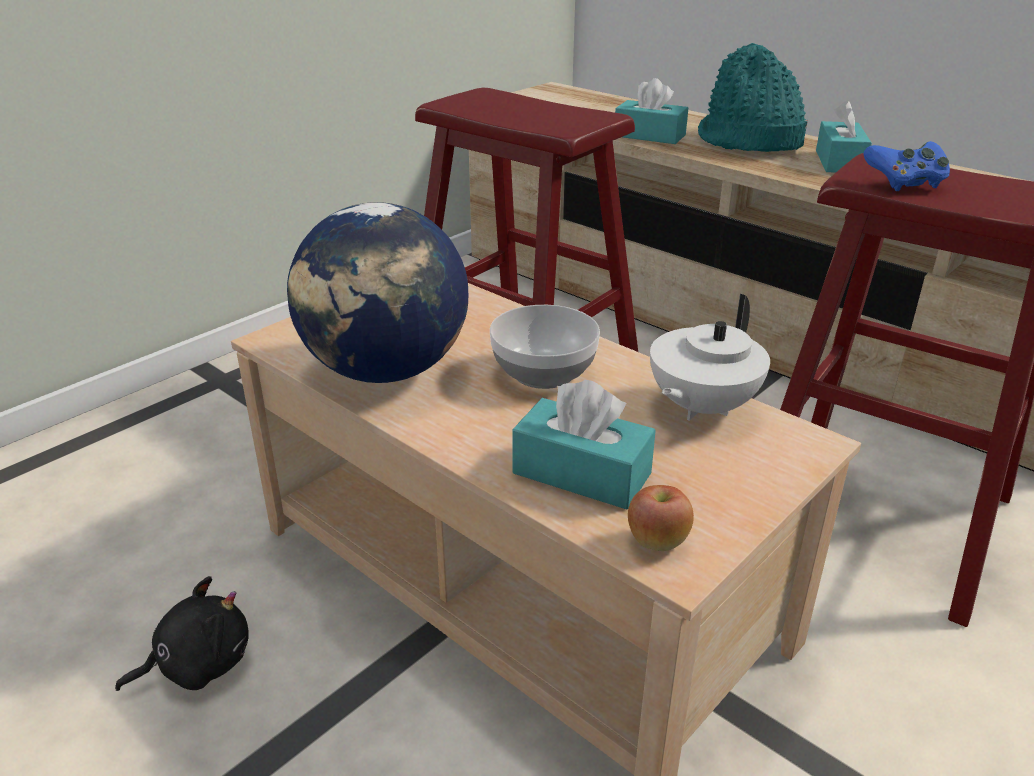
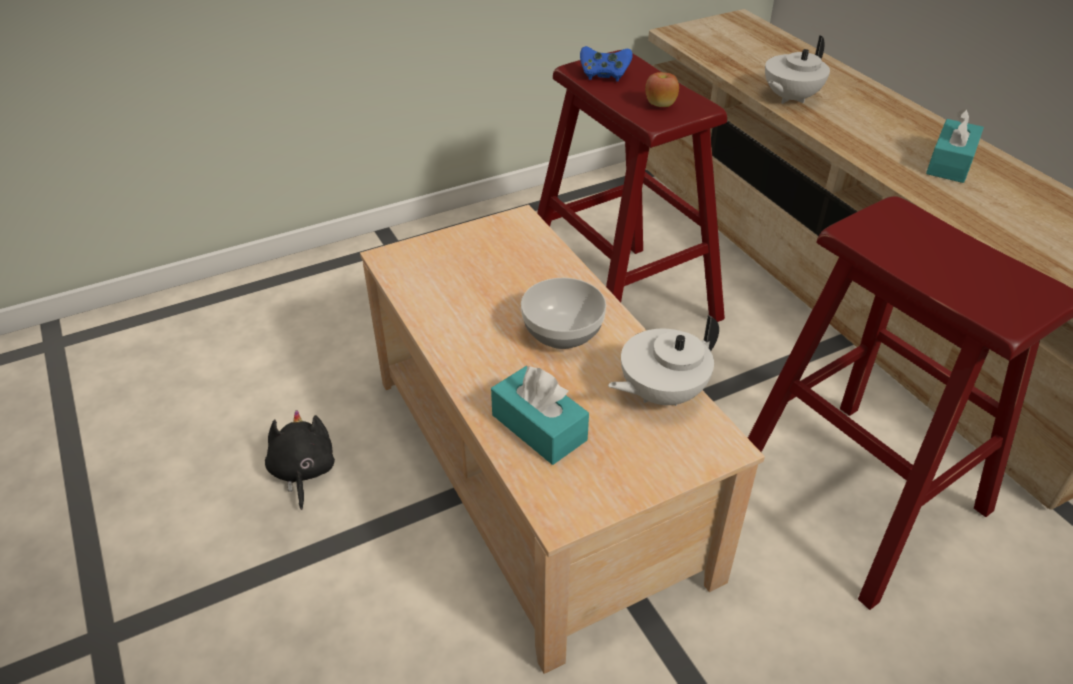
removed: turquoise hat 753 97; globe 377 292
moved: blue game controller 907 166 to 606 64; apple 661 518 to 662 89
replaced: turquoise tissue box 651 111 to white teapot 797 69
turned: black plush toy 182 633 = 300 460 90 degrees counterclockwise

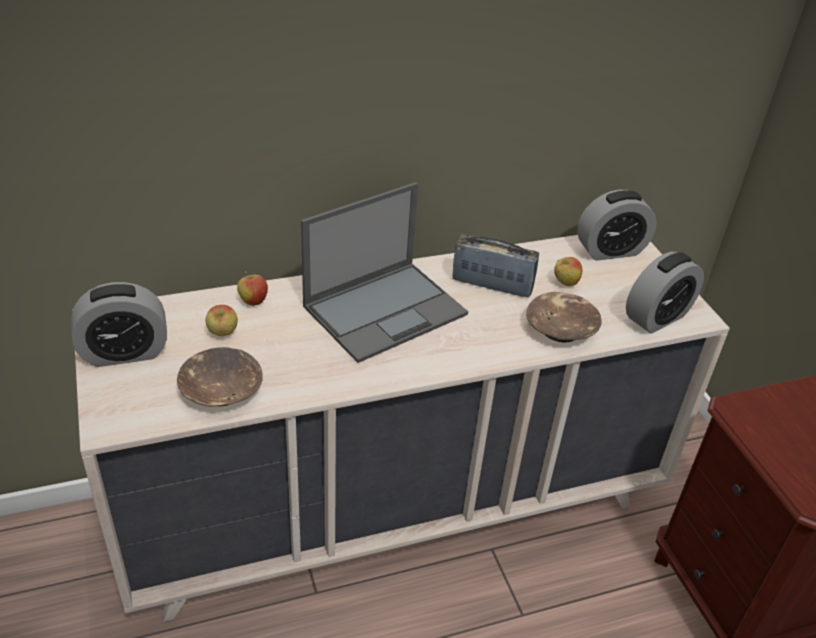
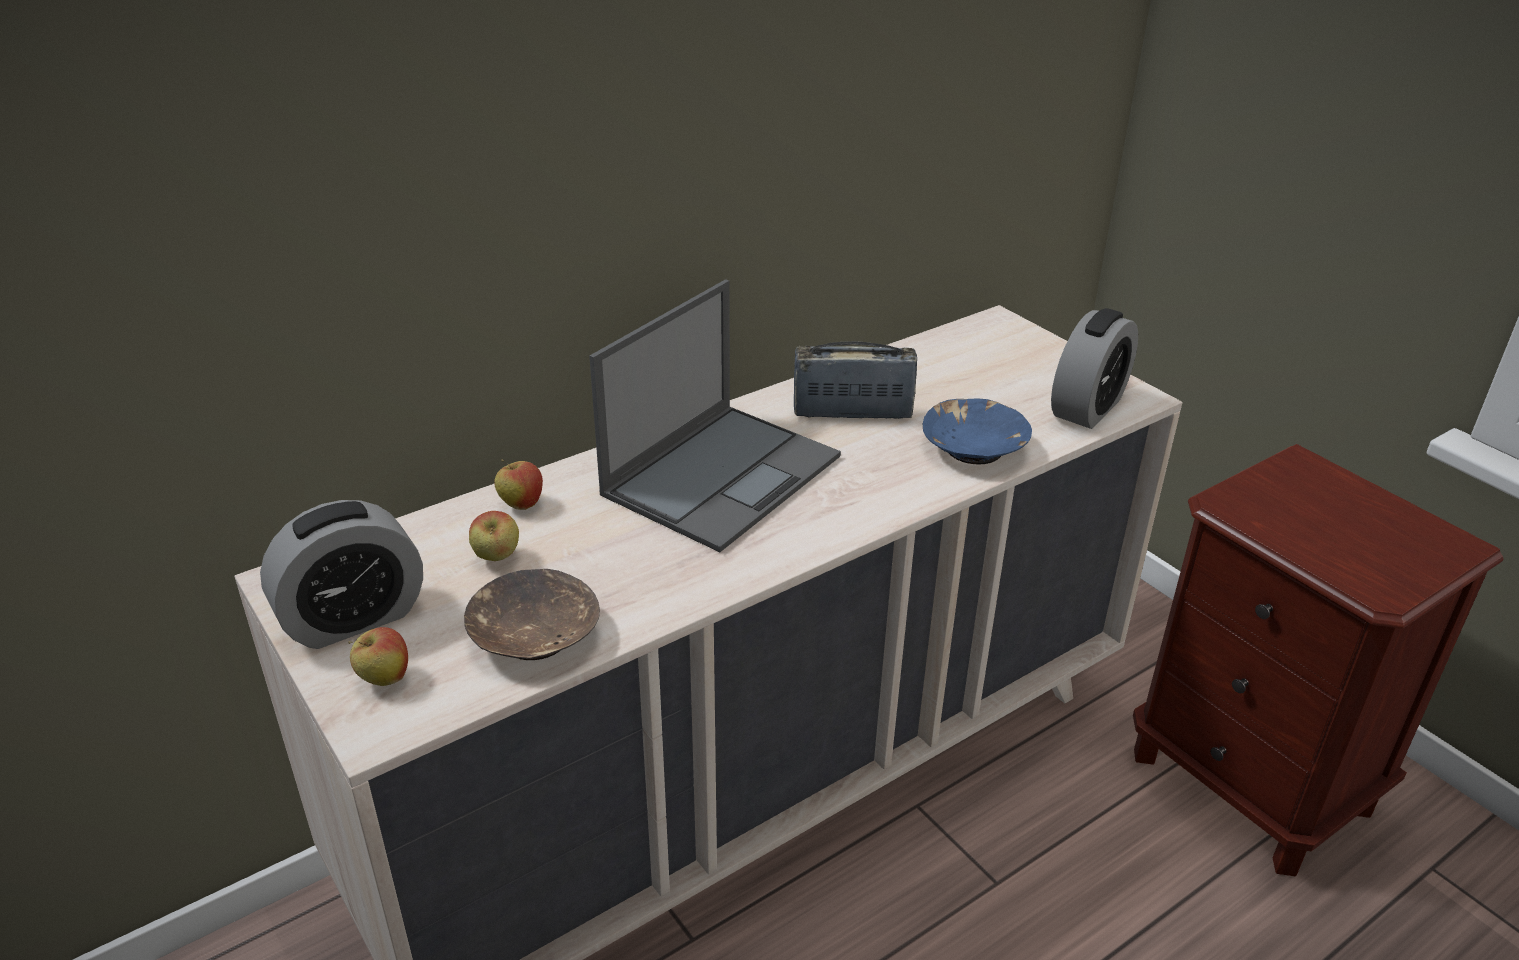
removed: alarm clock 616 225
moved: apple 568 271 to 378 656
recoloured: brown bowl 564 317 to blue bowl 977 431

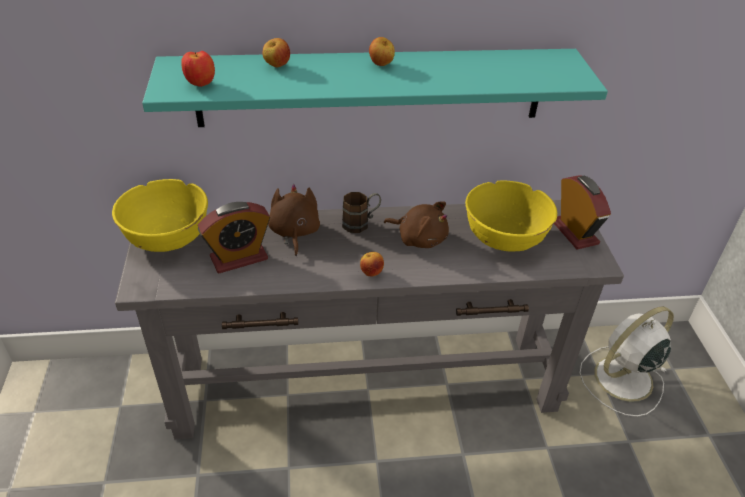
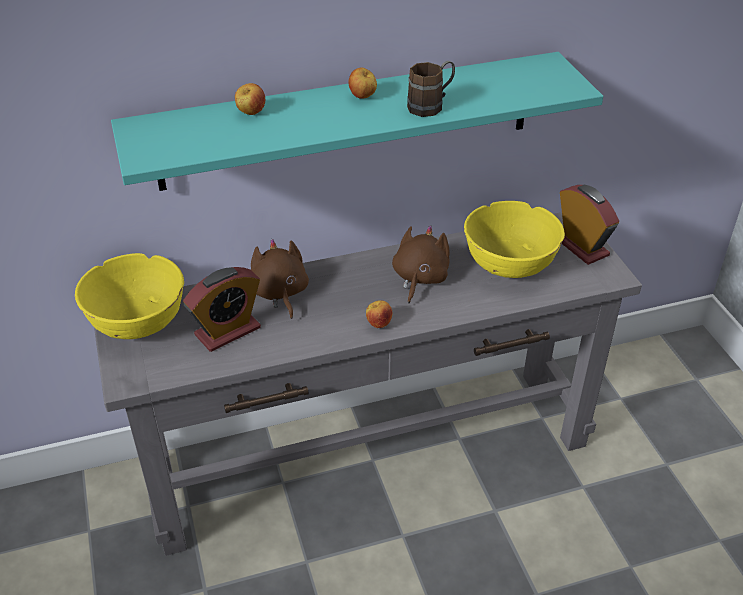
removed: apple 198 69; white fan 626 361
moved: brown mug 361 212 to 431 89
turned: brown plush toy 416 225 = 421 264 90 degrees counterclockwise

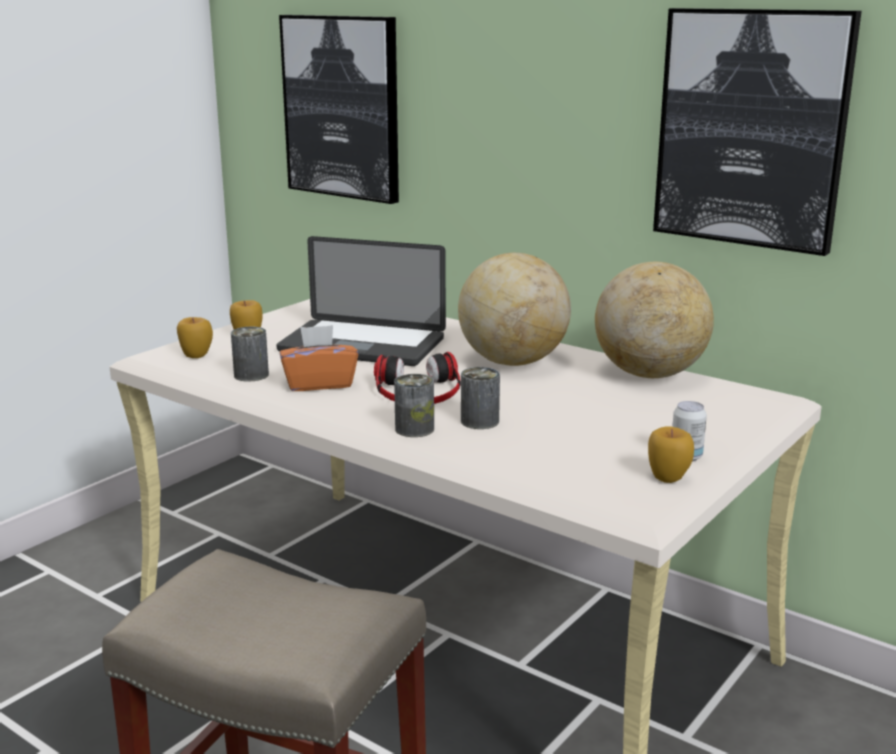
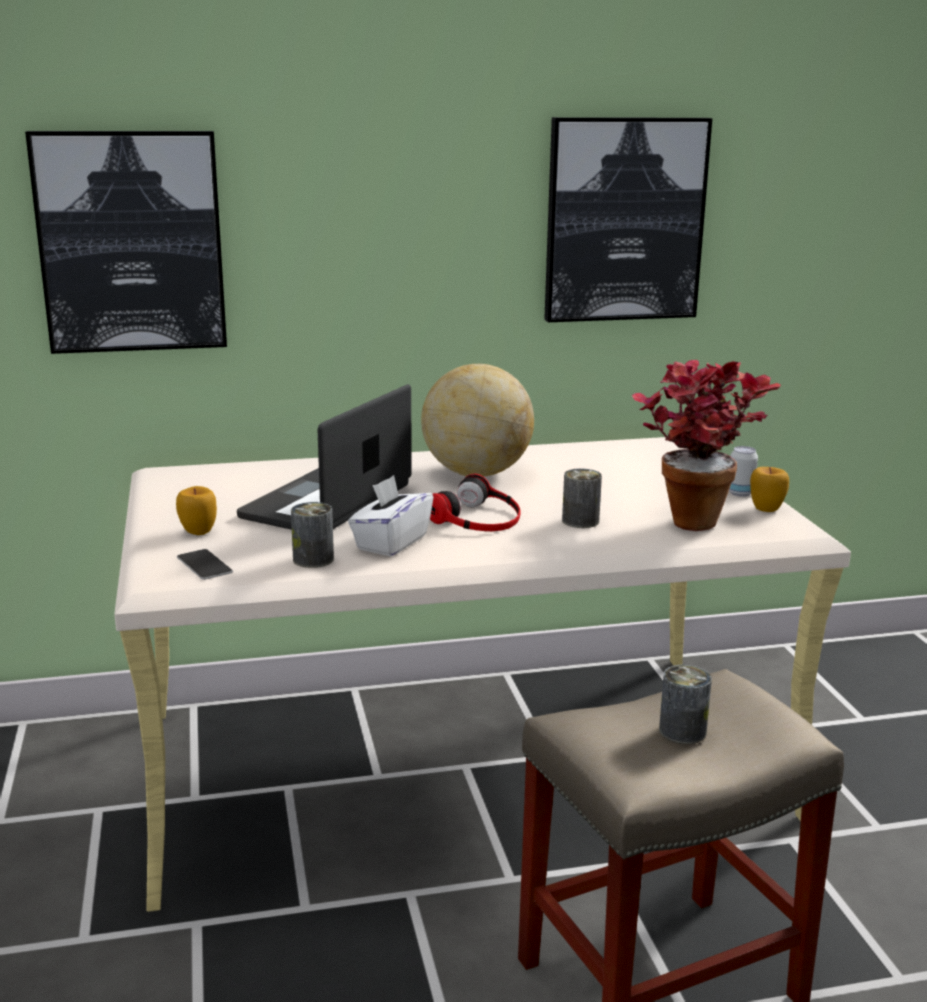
removed: globe 654 320
added: potted plant 706 445
moved: can 414 405 to 685 704
replaced: apple 195 337 to phone 205 564
recoloured: orange tissue box 319 358 to white tissue box 390 516
turned: laptop 361 301 = 324 457 150 degrees clockwise

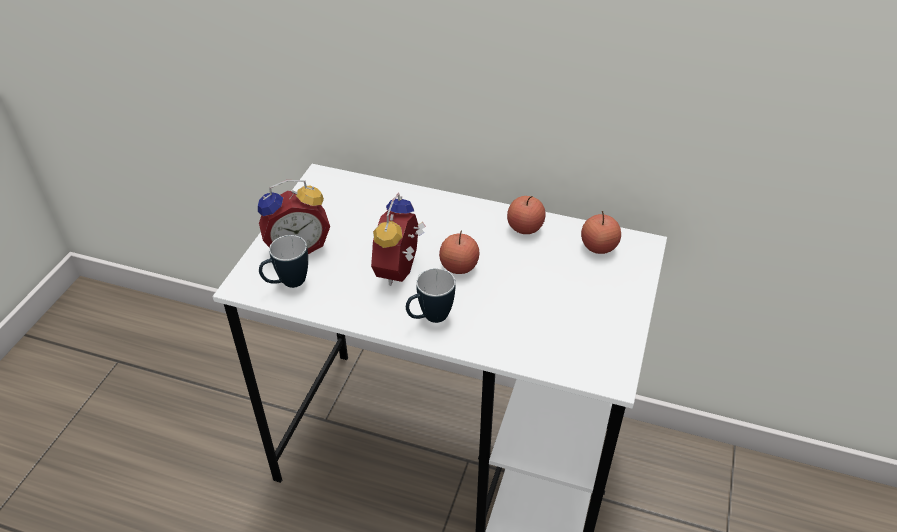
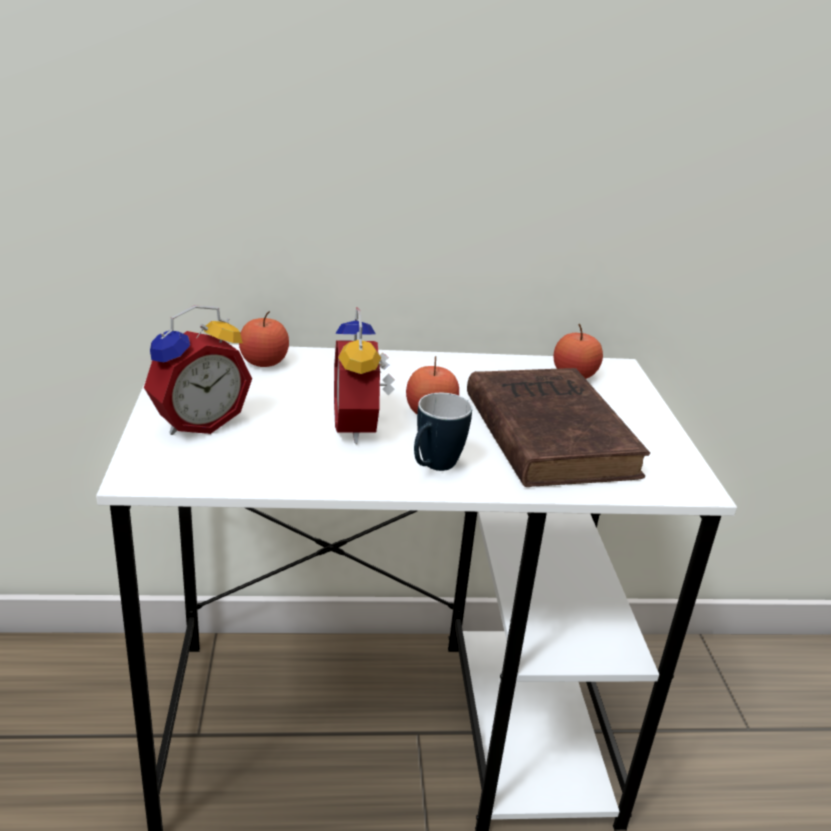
removed: mug 283 261
added: brown book 558 427
moved: apple 526 215 to 264 339

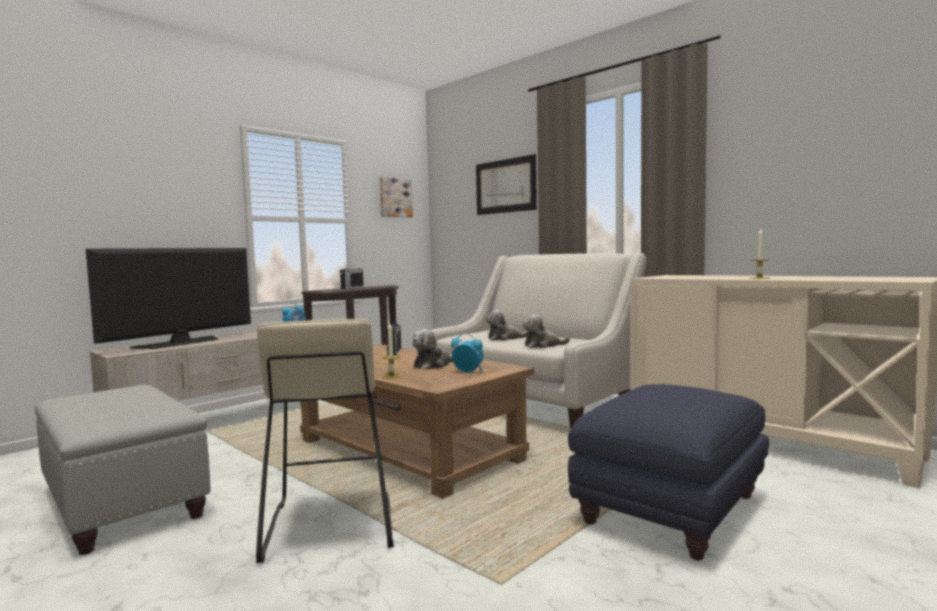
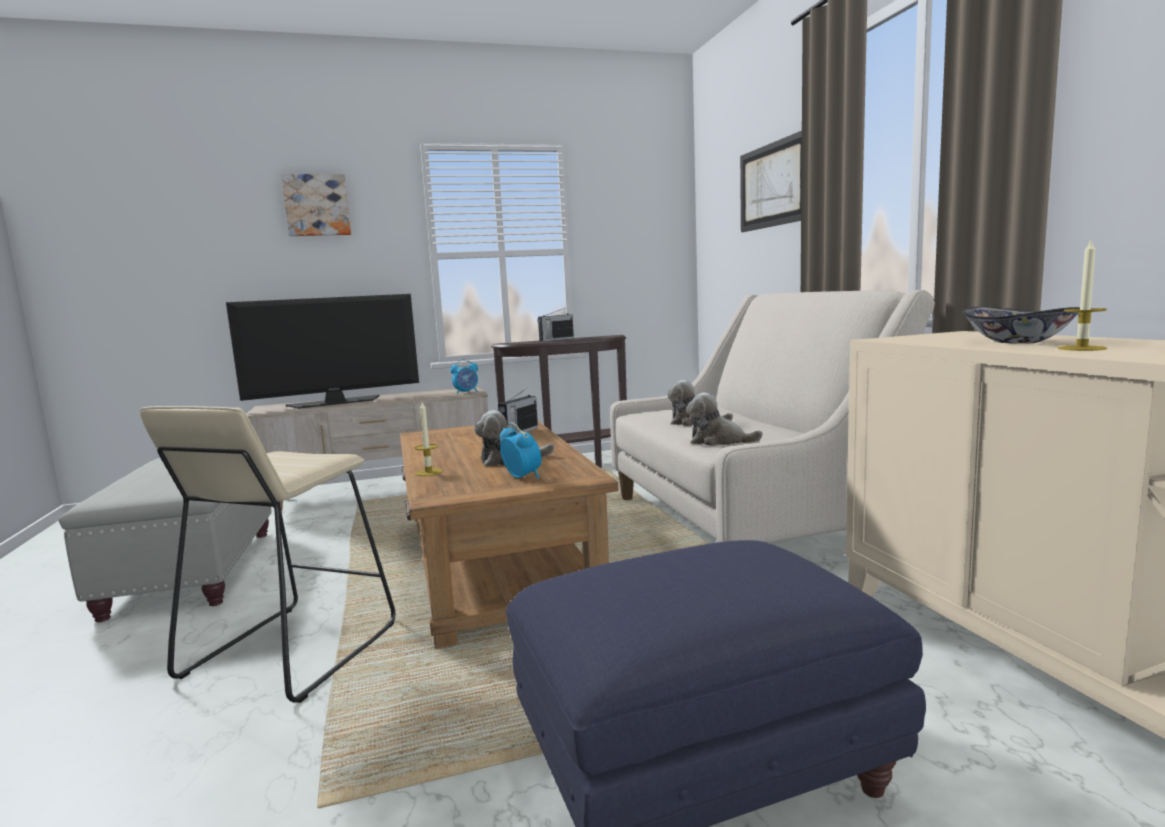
added: bowl 1021 325
moved: picture 396 197 to 316 205

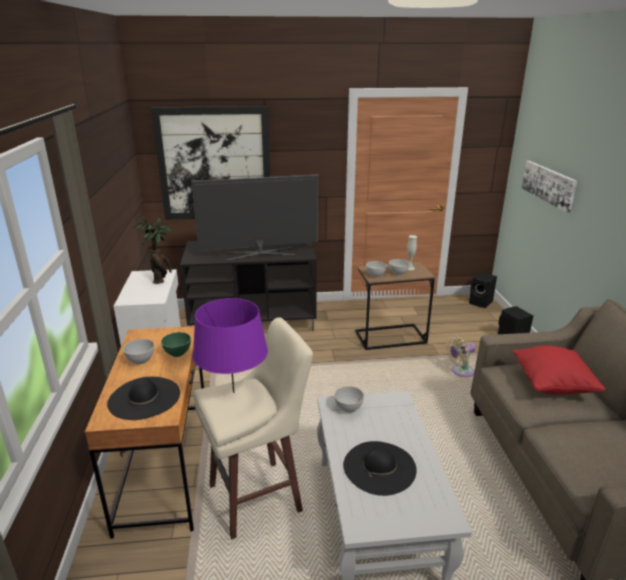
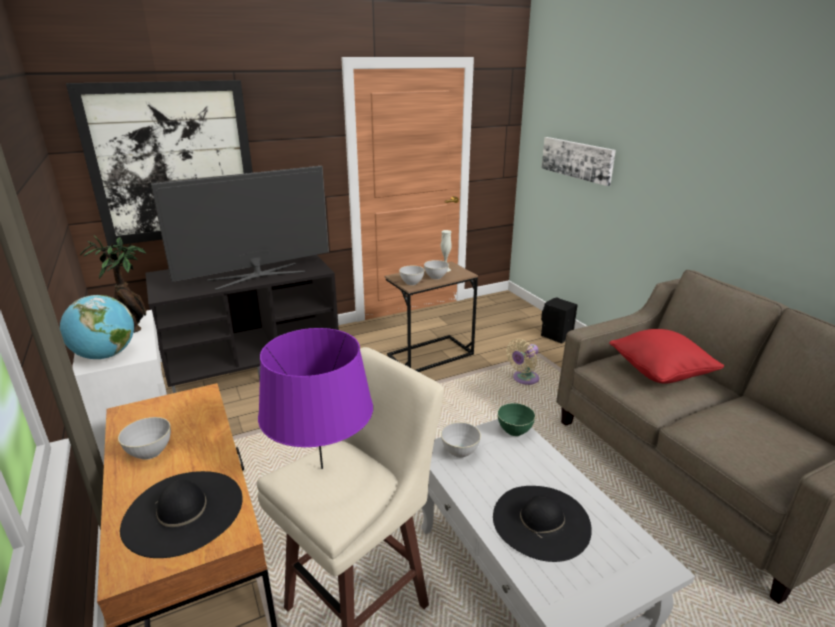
removed: black speaker 483 290
added: globe 97 327
moved: green bowl 176 344 to 516 419

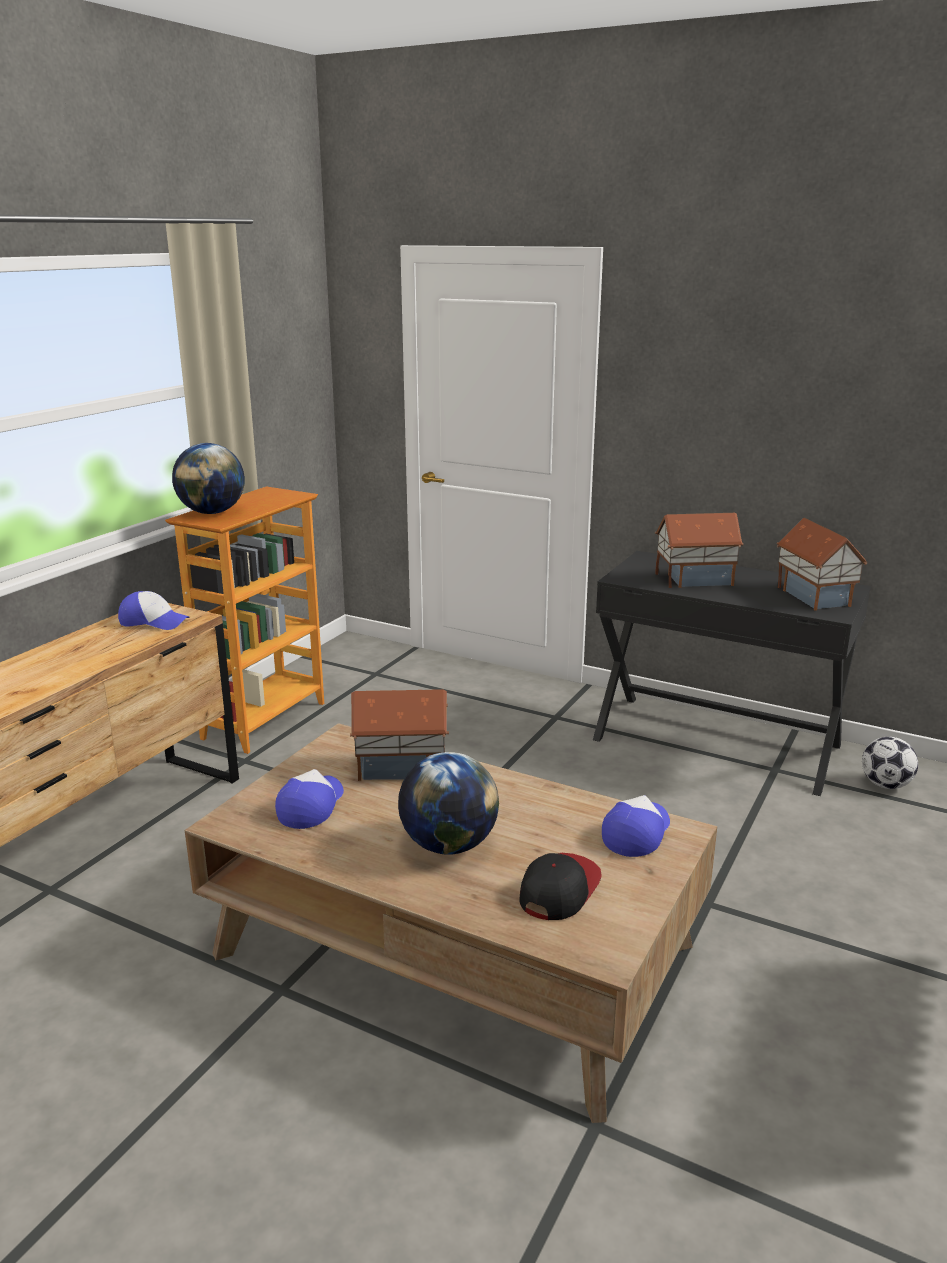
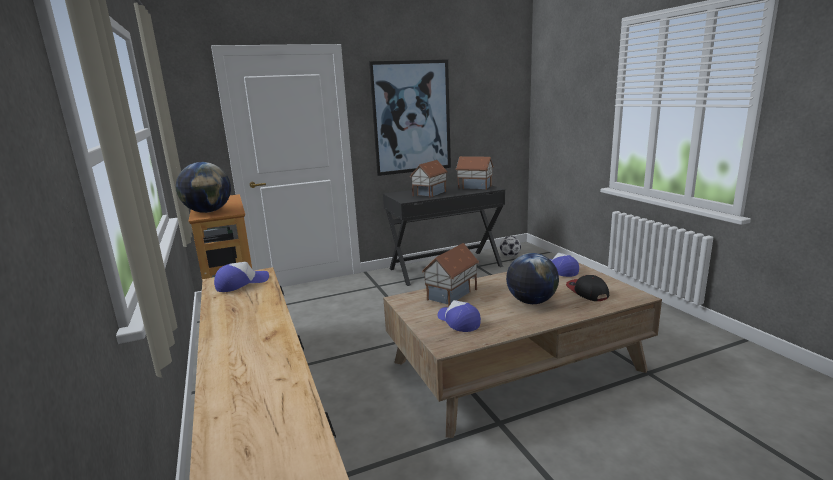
added: picture 410 117

